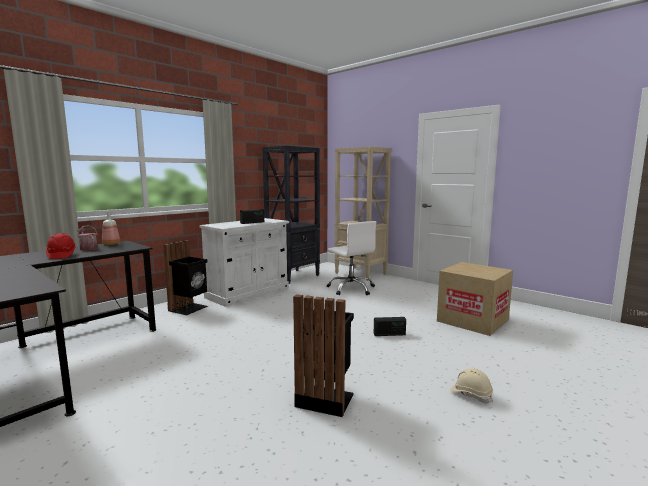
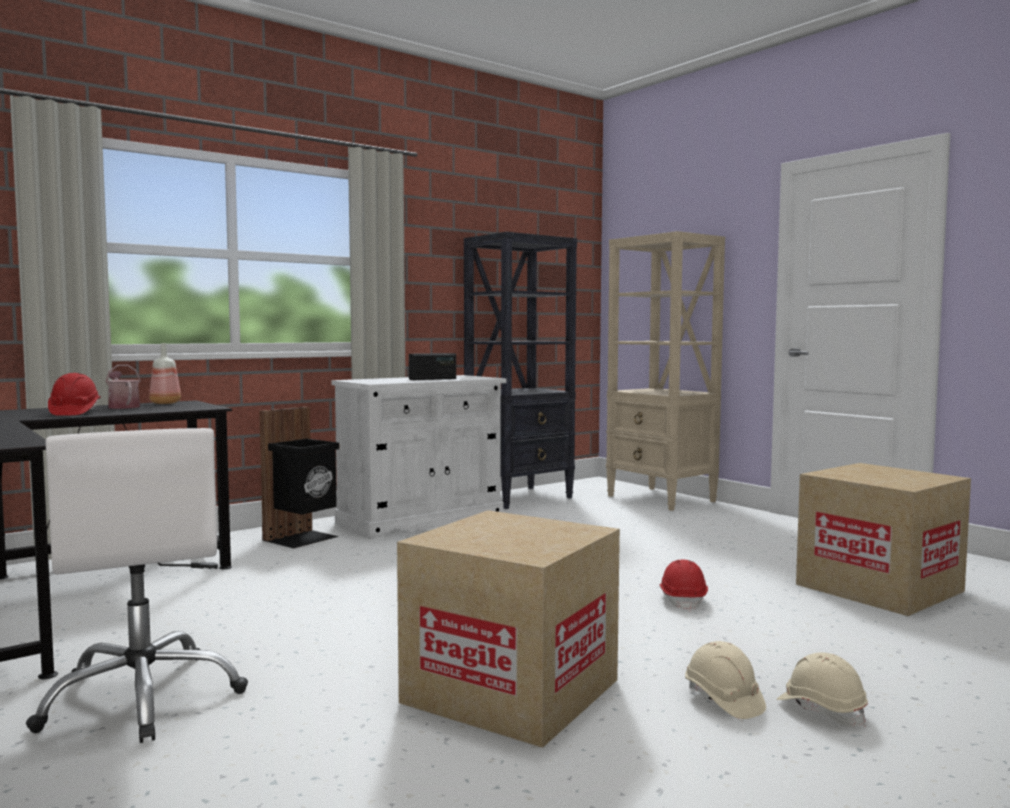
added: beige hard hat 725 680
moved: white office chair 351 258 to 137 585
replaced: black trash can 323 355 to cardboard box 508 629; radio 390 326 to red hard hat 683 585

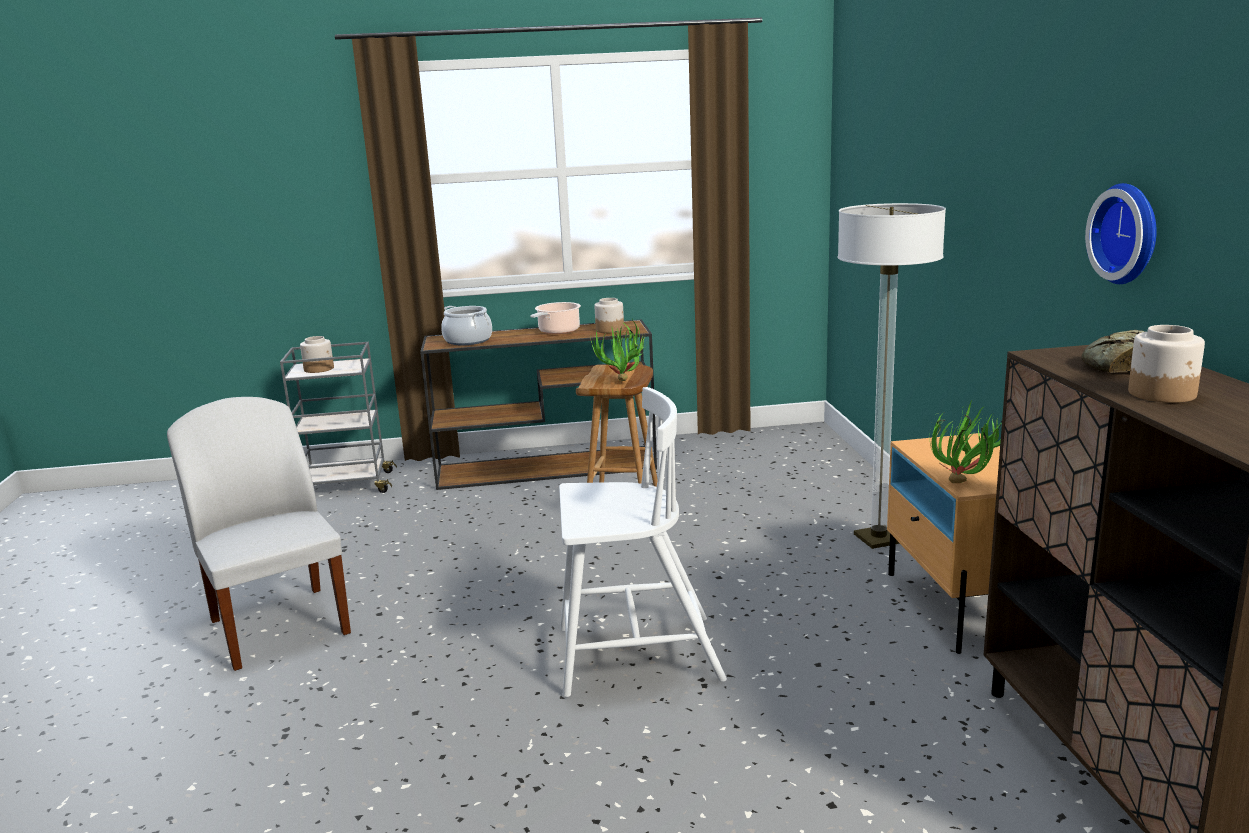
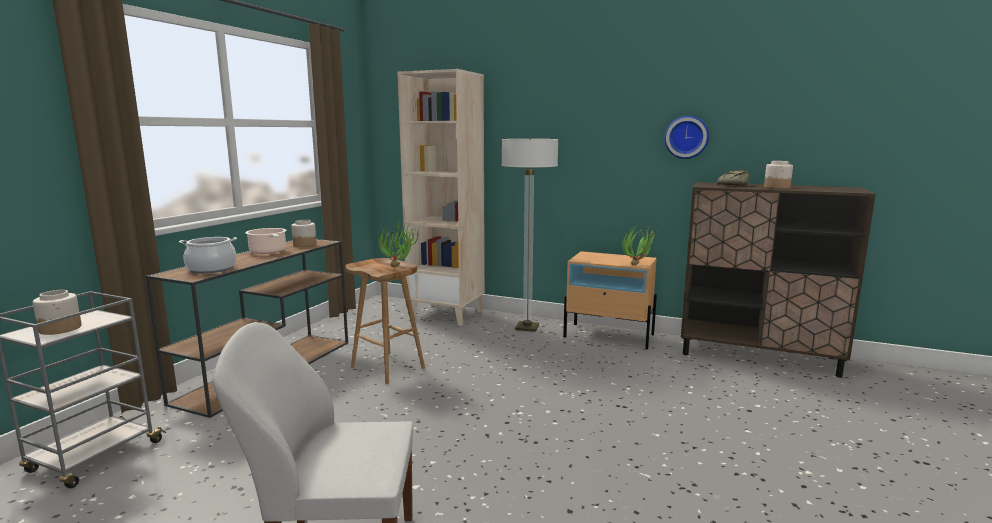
removed: white chair 643 542
added: beige bookcase 441 197

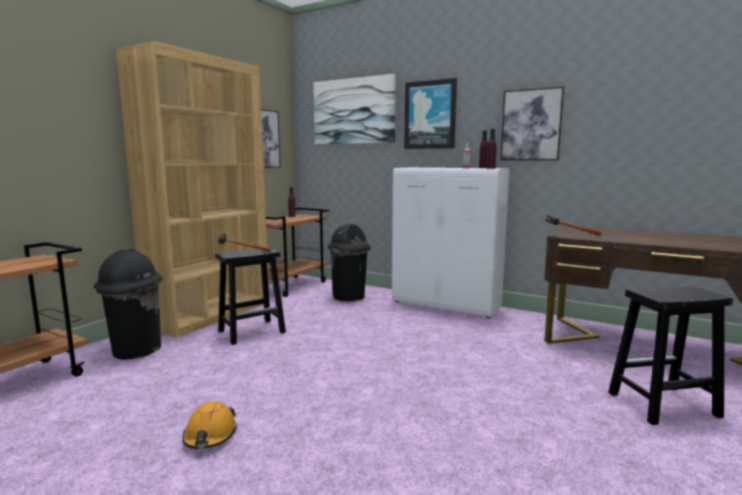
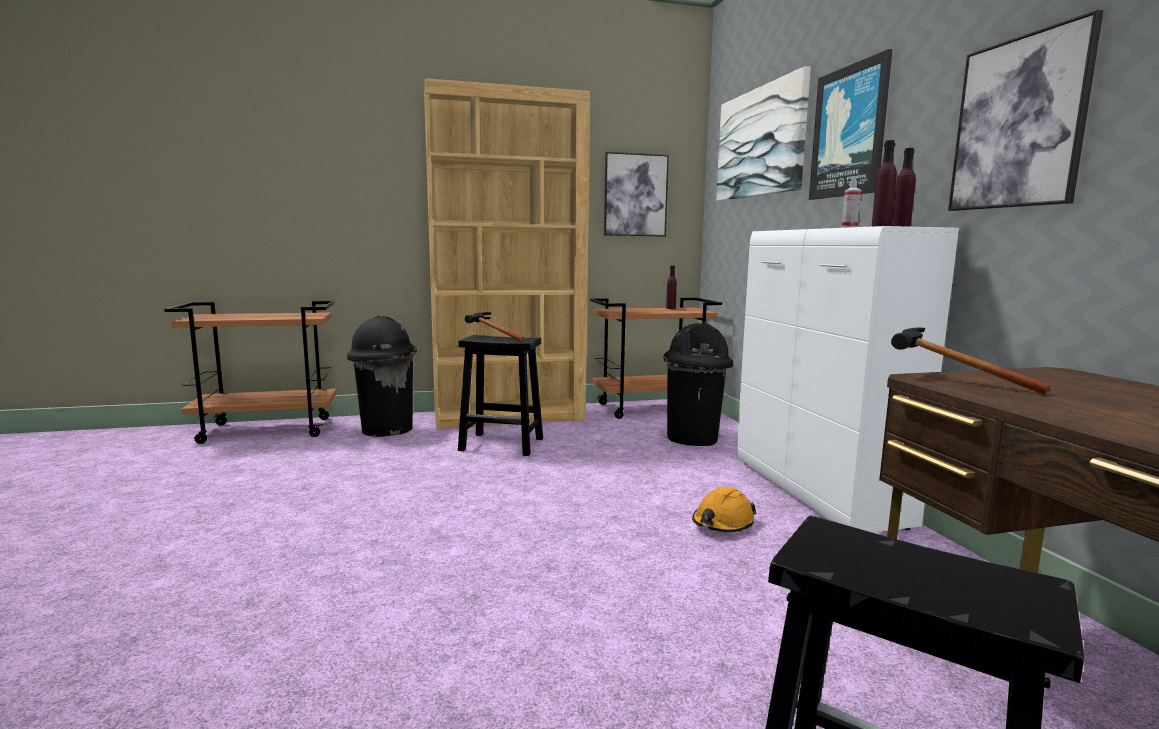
moved: orange hard hat 210 425 to 724 509

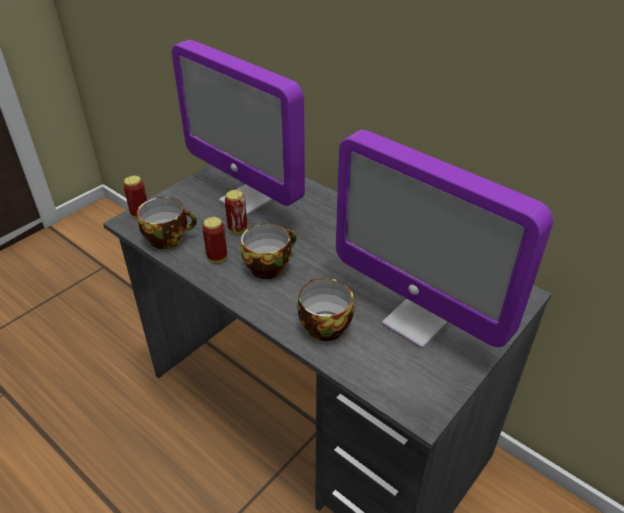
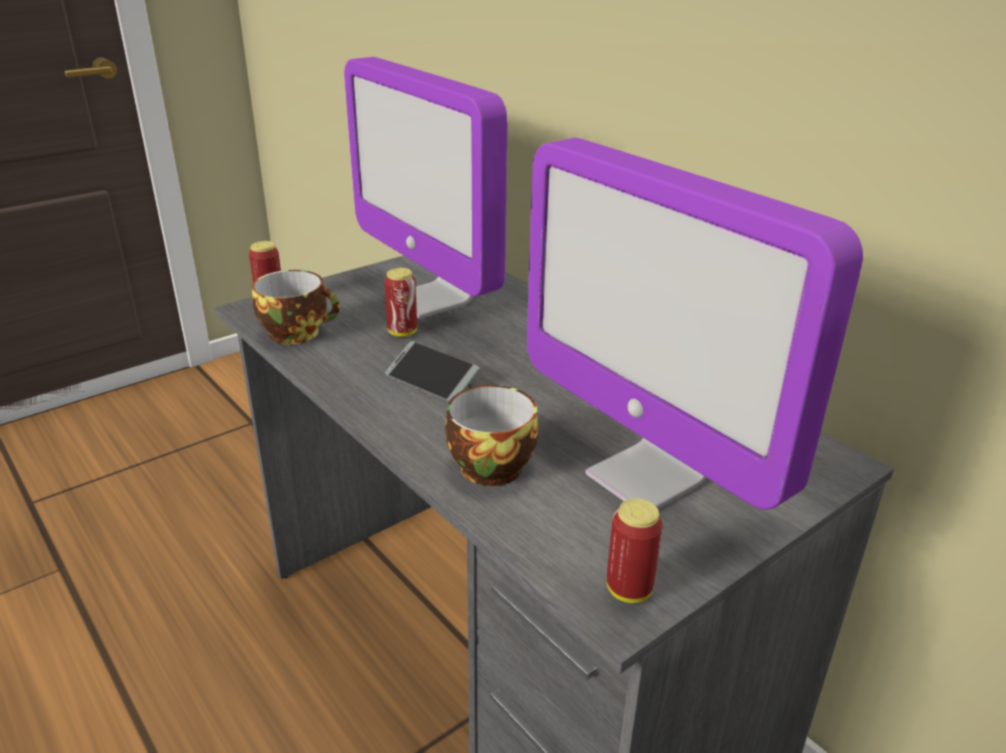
moved: can 214 240 to 634 550
replaced: cup 268 251 to phone 432 371

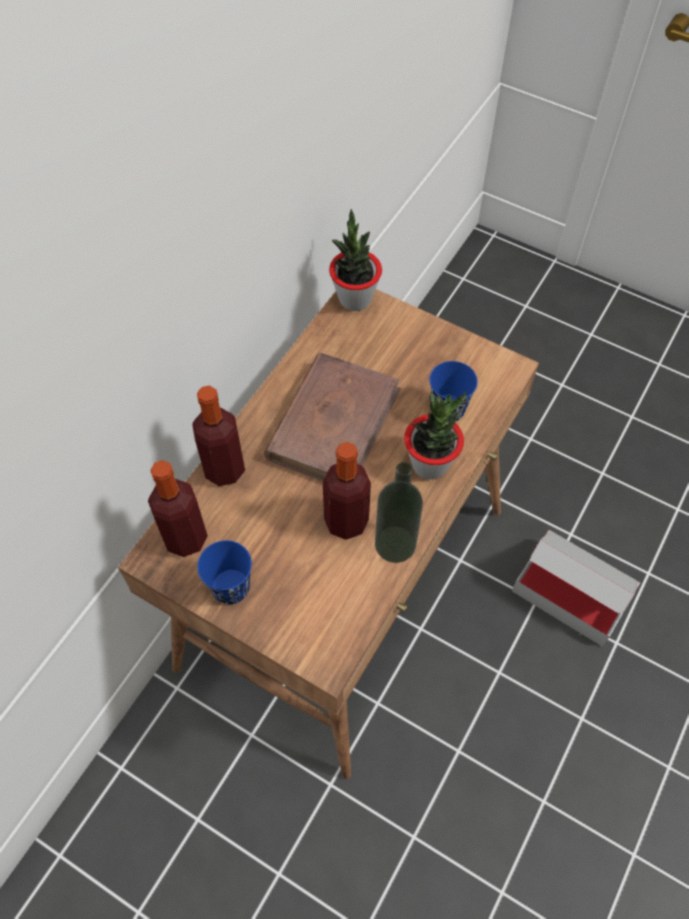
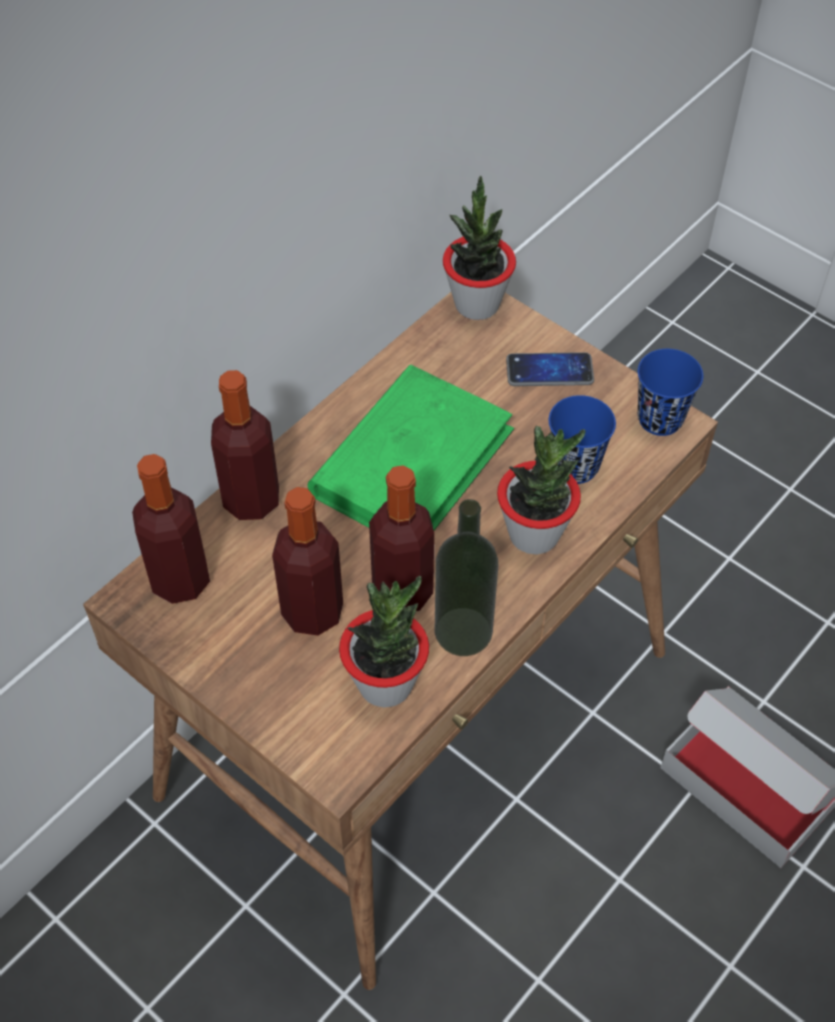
added: phone 550 369; bottle 307 561; potted plant 384 641
moved: blue cup 224 572 to 670 392
recoloured: brown book 332 417 to green book 410 447

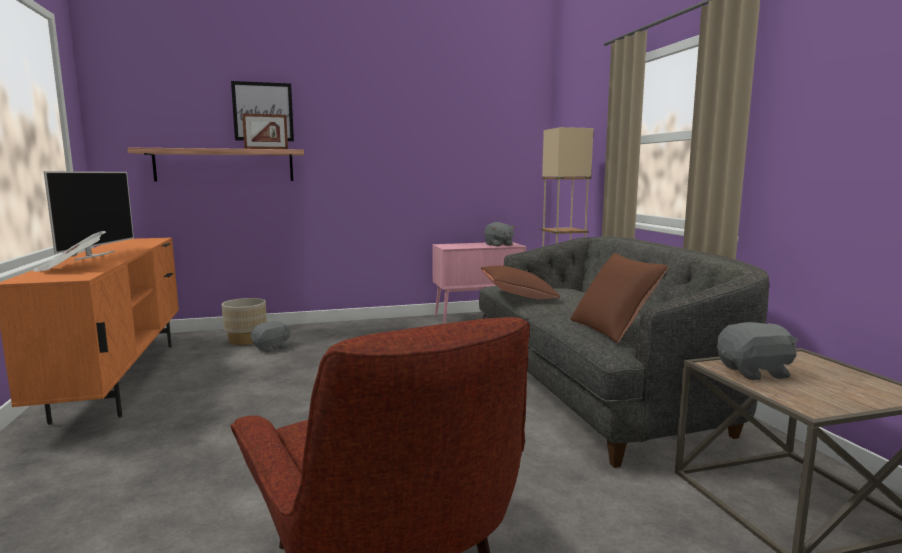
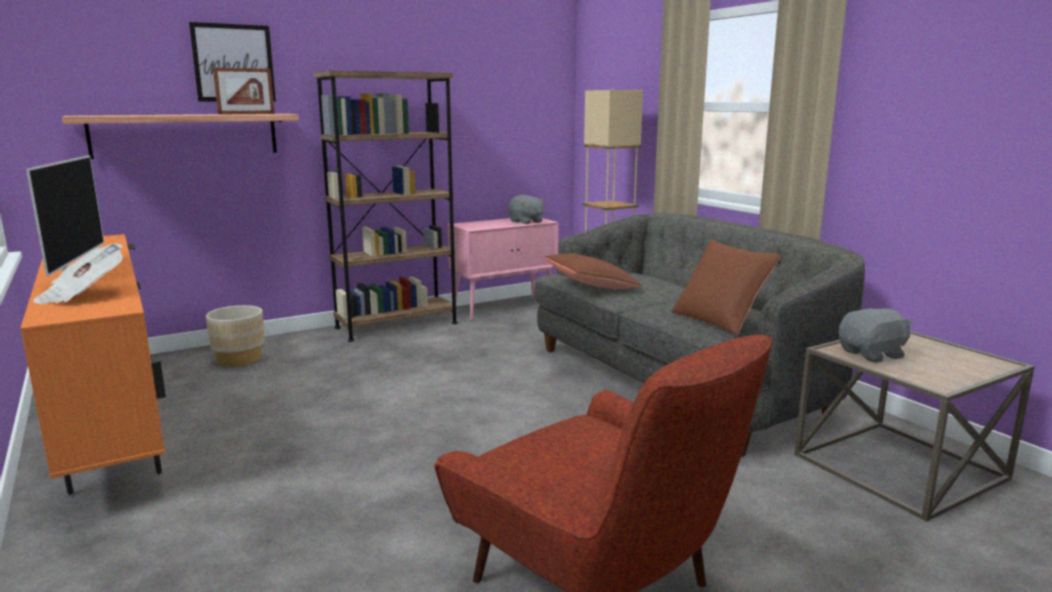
removed: grey plush toy 270 336
added: brown bookcase 386 206

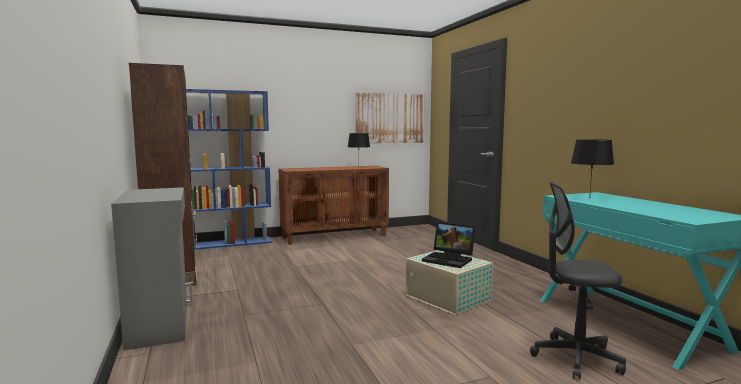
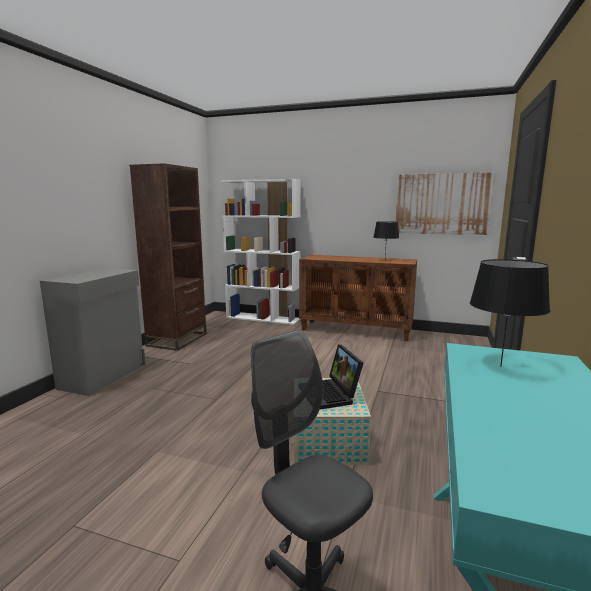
recoloured: blue bookcase 229 169 to white bookcase 261 252

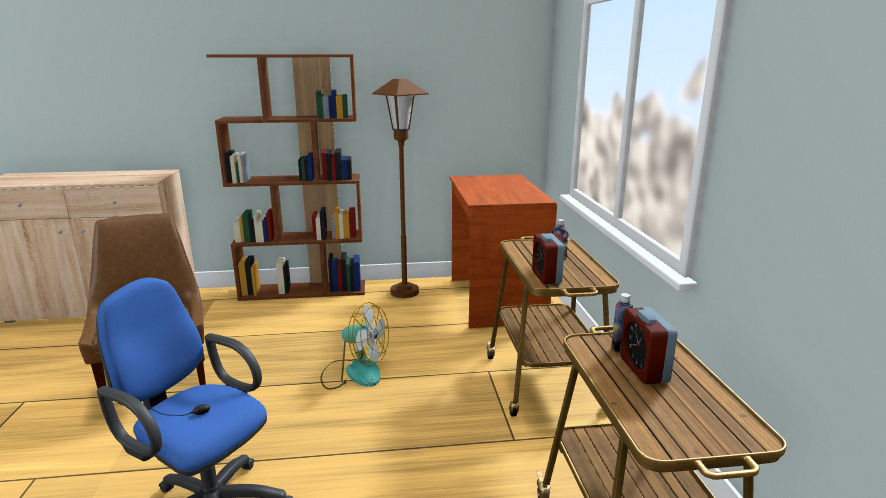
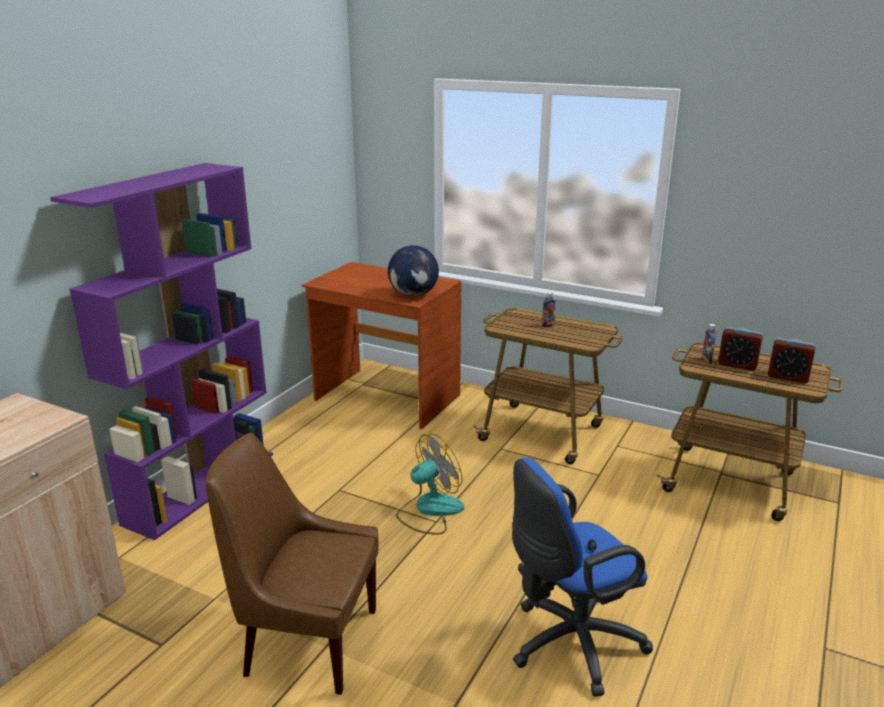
removed: brown floor lamp 400 188
added: globe 413 271
moved: alarm clock 548 258 to 792 360
recoloured: brown bookcase 285 177 to purple bookcase 161 351

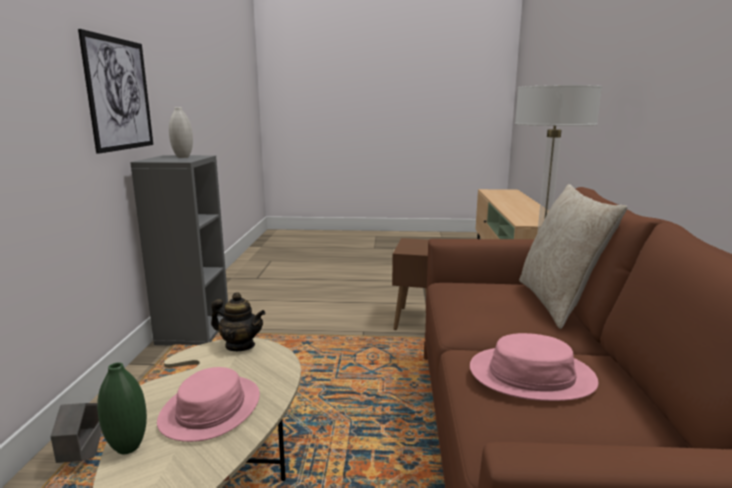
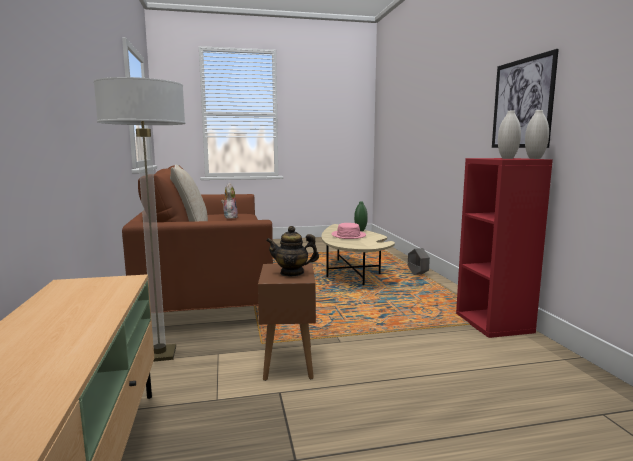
added: white vase 537 134
moved: teapot 238 321 to 292 251
replaced: pink hat 534 367 to plush toy 229 201
recoloured: grey bookcase 179 250 to red bookcase 504 248

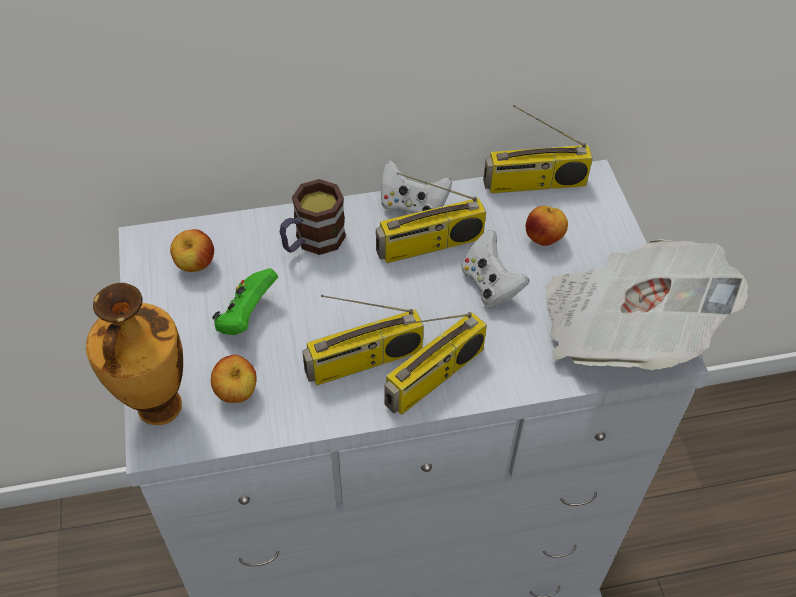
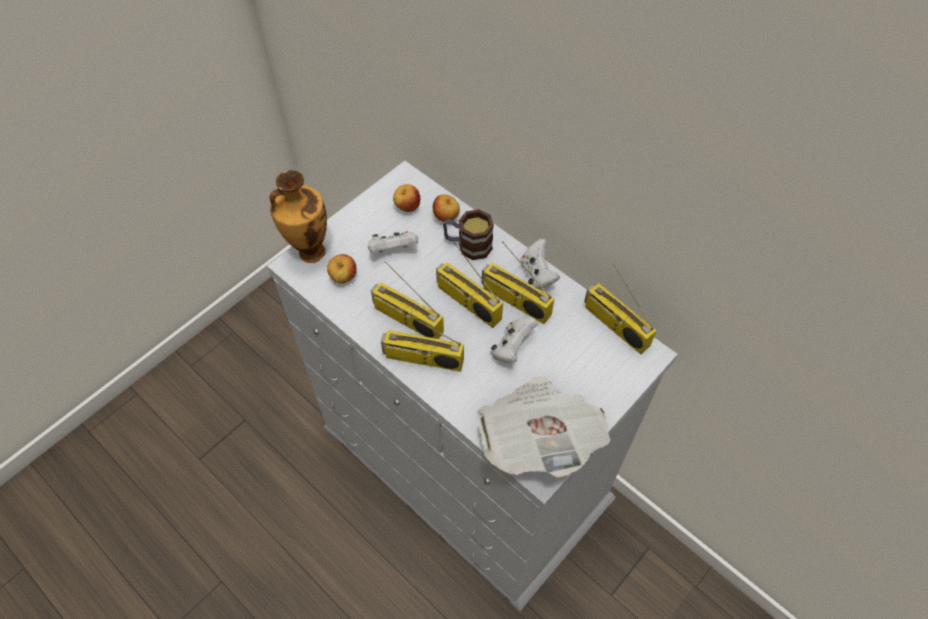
added: radio 469 285
moved: apple 547 226 to 446 208
recoloured: green game controller 245 301 to white game controller 393 242

